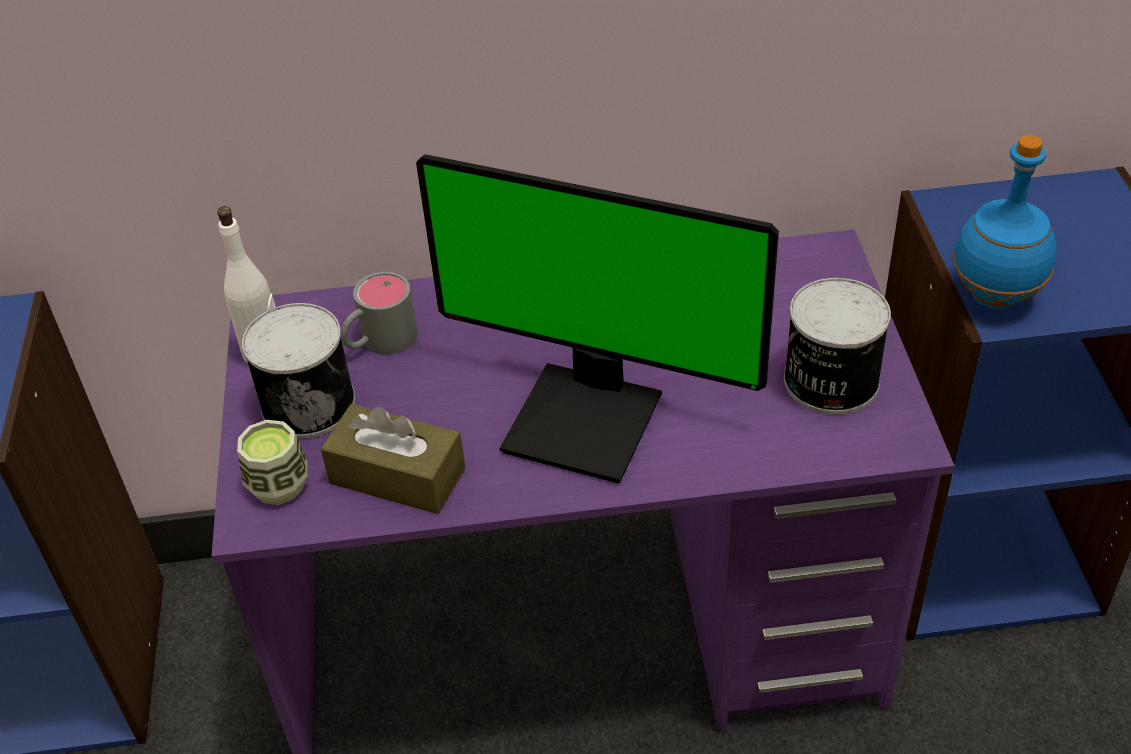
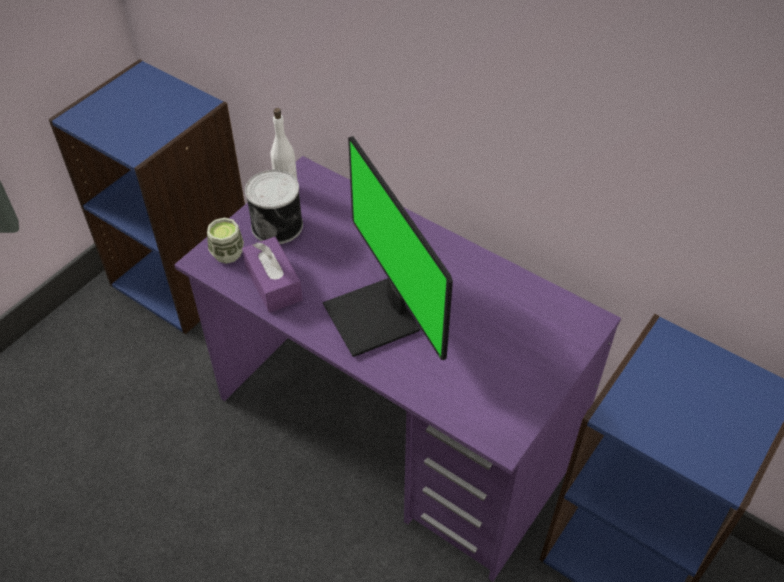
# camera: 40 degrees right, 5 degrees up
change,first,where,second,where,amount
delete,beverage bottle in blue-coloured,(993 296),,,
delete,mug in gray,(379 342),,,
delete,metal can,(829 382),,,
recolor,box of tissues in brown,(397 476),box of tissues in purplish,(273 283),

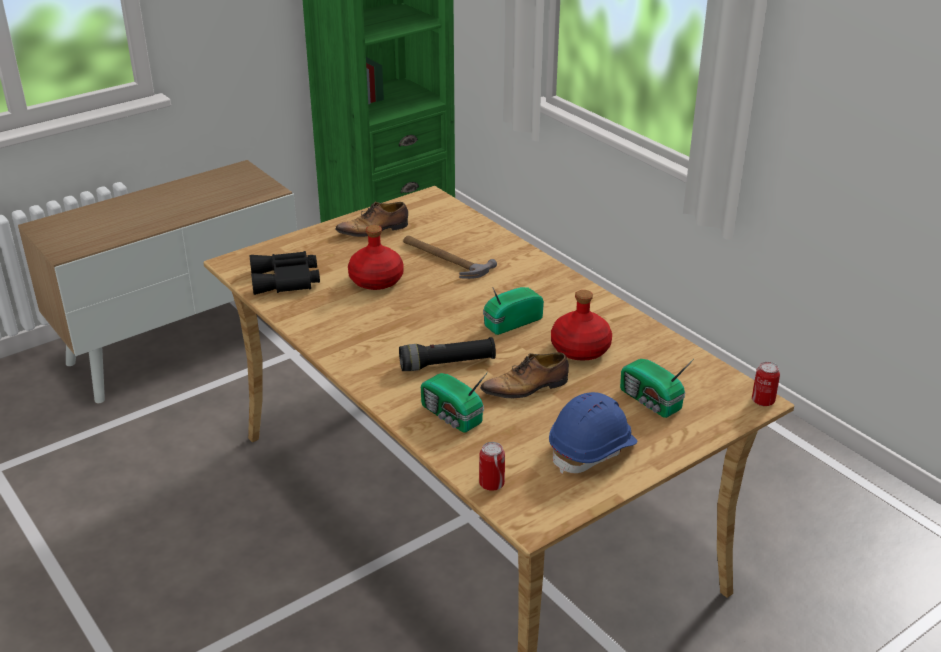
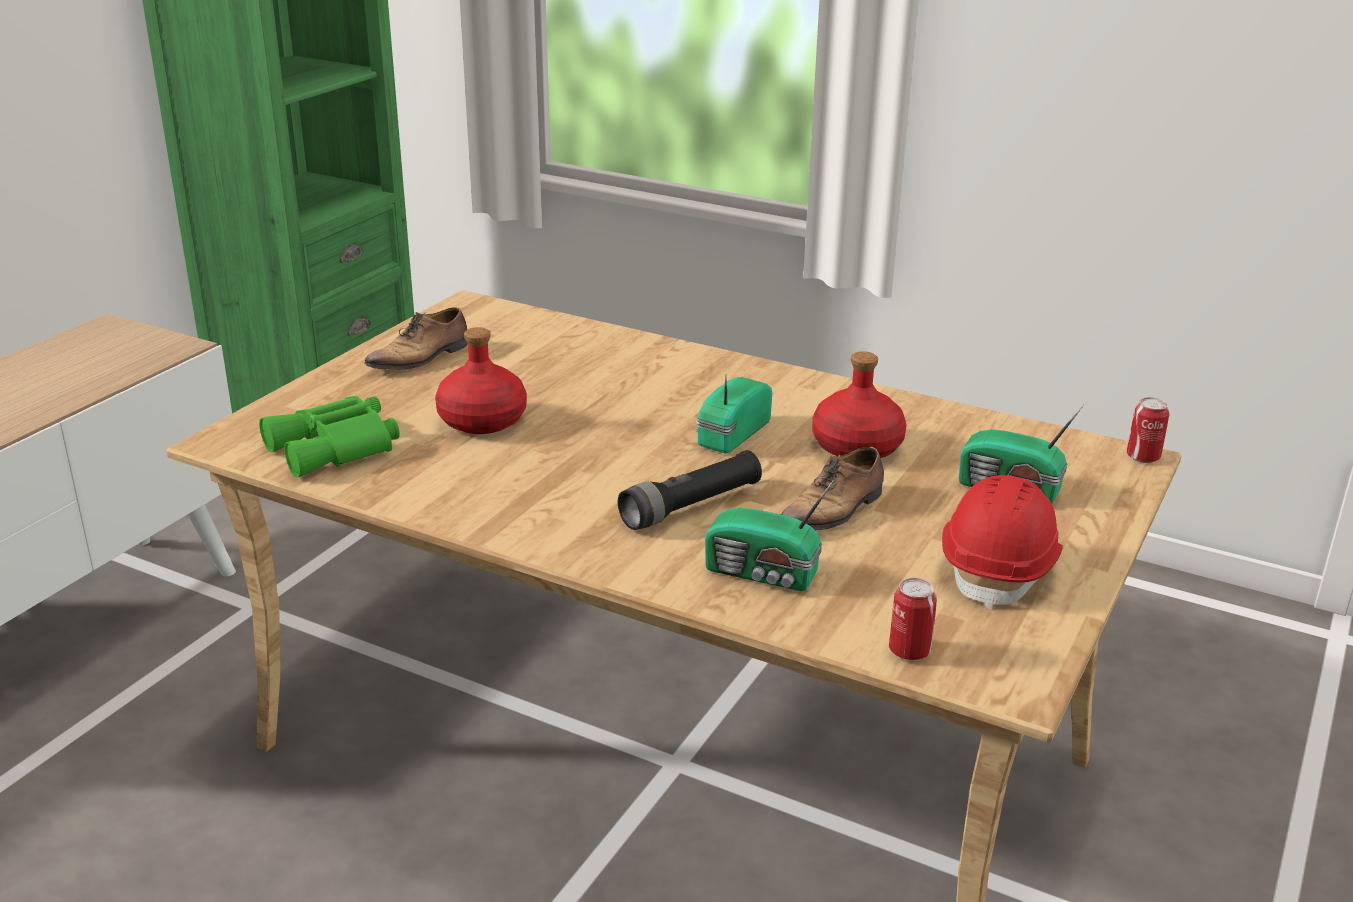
# camera: 25 degrees left, 5 degrees down
change,first,where,second,where,amount
delete,hand hammer,(444 259),,,
recolor,pair of binoculars in blackish,(286 280),pair of binoculars in greenish,(336 448),
recolor,work helmet in blue-coloured,(592 450),work helmet in red,(1000 568),

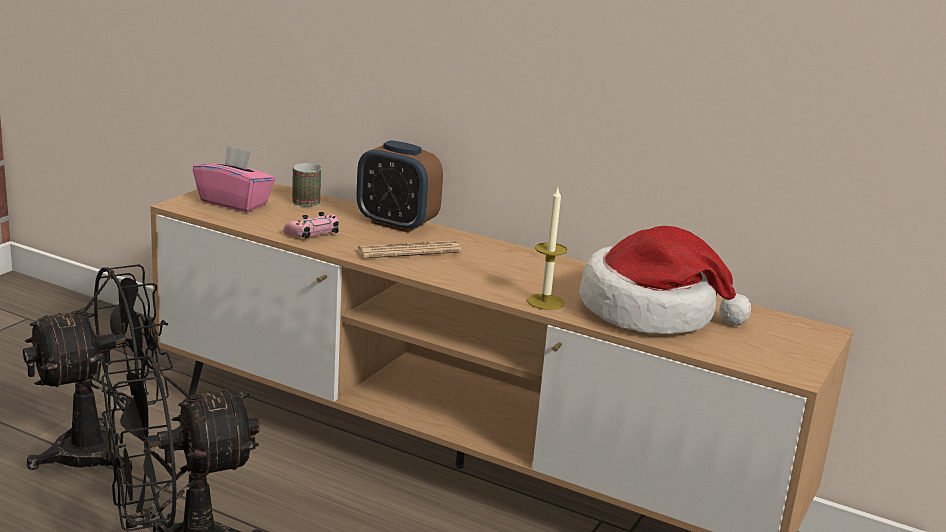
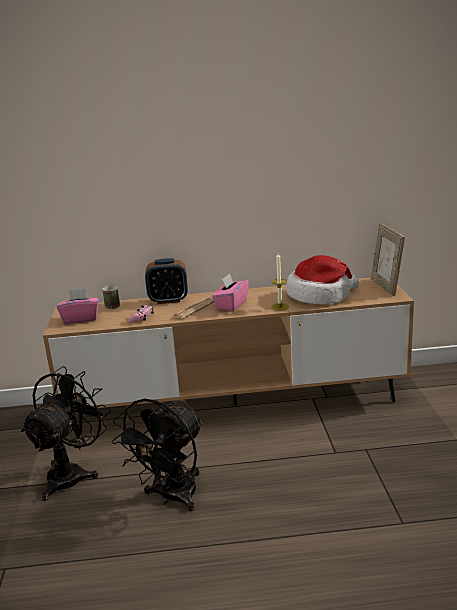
# camera: 30 degrees left, 0 degrees up
change,first,where,second,where,amount
insert,,,standing frame,(386 287),
insert,,,box of tissues in pink-coloured,(231 304),

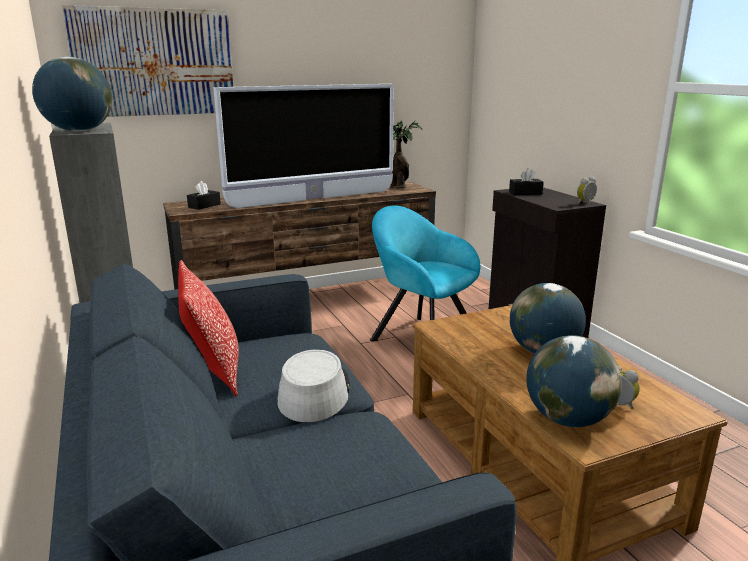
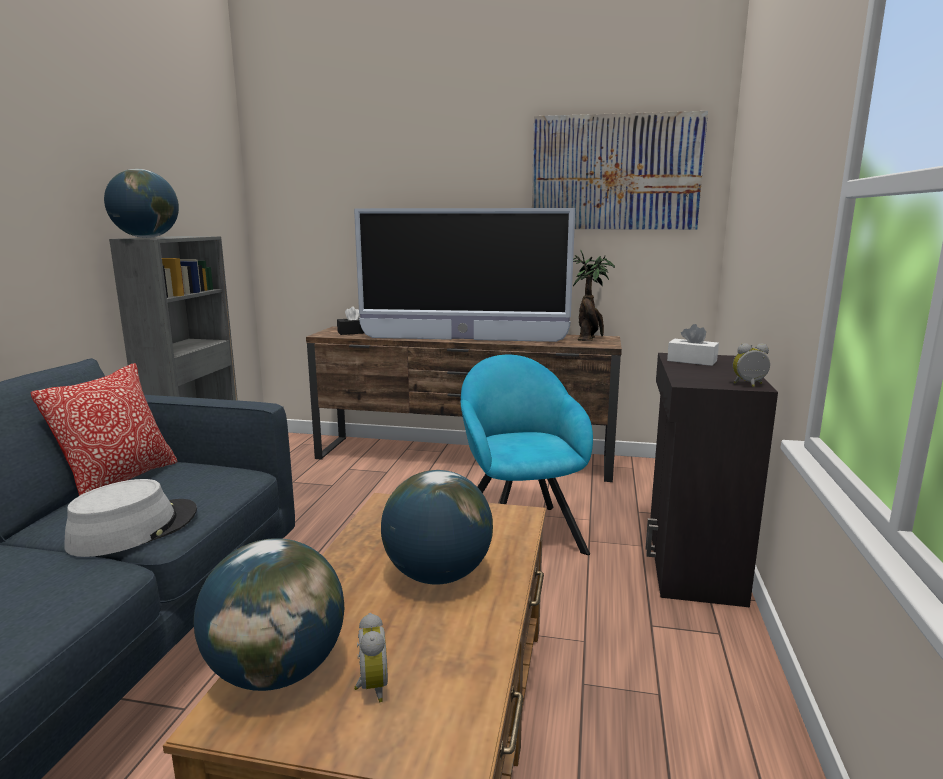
# camera: 35 degrees right, 5 degrees down
change,first,where,second,where,amount
move,wall art,(154 62),,(615 173),
recolor,box of tissues in blackish,(525 193),box of tissues in white,(692 361),

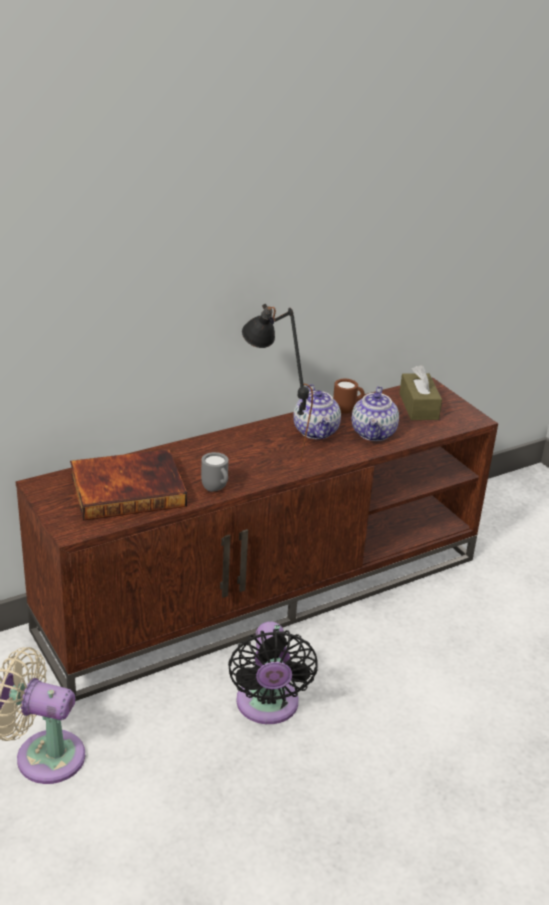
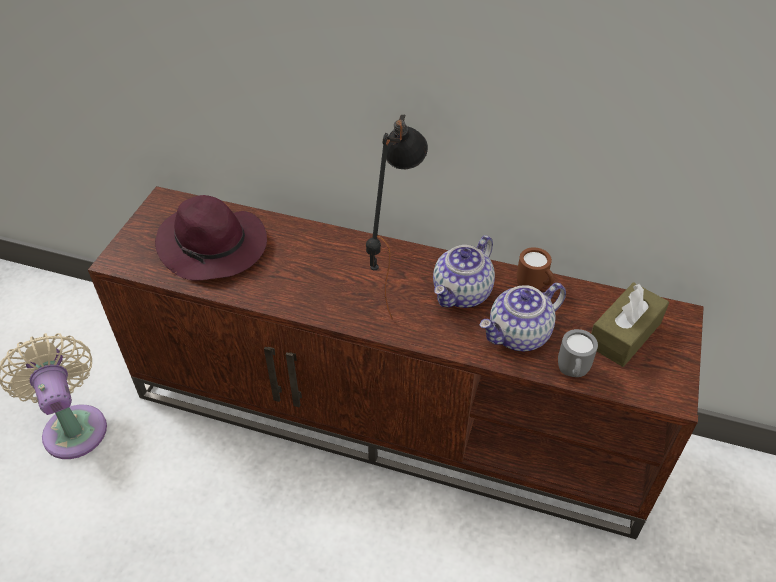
# camera: 50 degrees right, 15 degrees up
change,first,where,second,where,amount
replace,volume,(128 488),wearable hat in purplish,(214 247),
move,mug in gray,(216 489),,(572 373),
delete,cooling fan in blackish,(267 707),,,

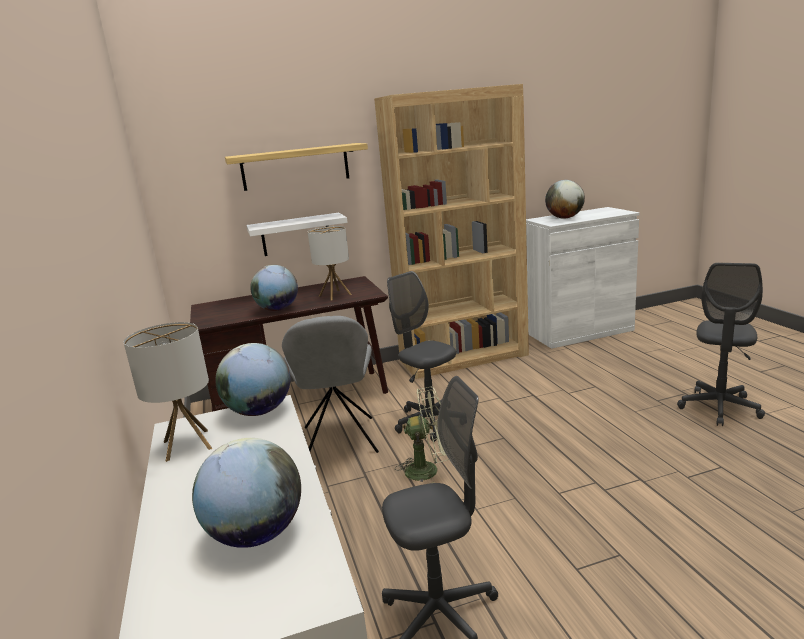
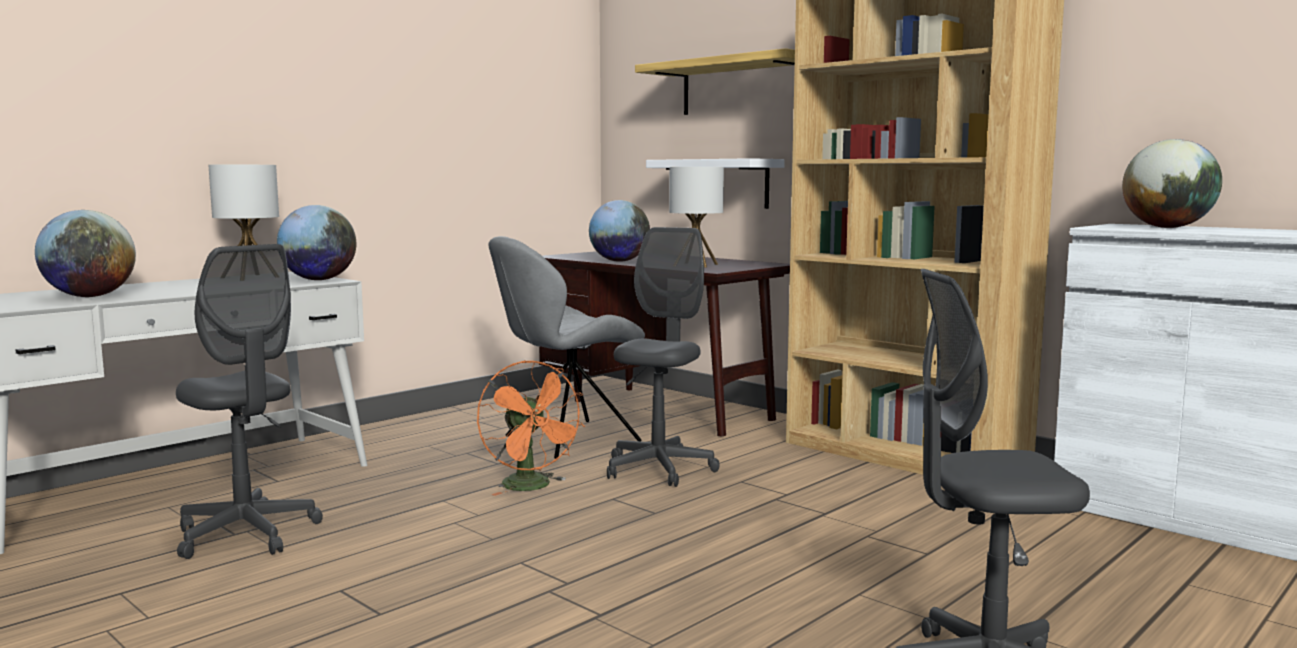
# camera: 60 degrees right, 10 degrees down
change,first,where,second,where,amount
recolor,cooling fan in greenish,(429 470),cooling fan in orange-coloured,(532 487),

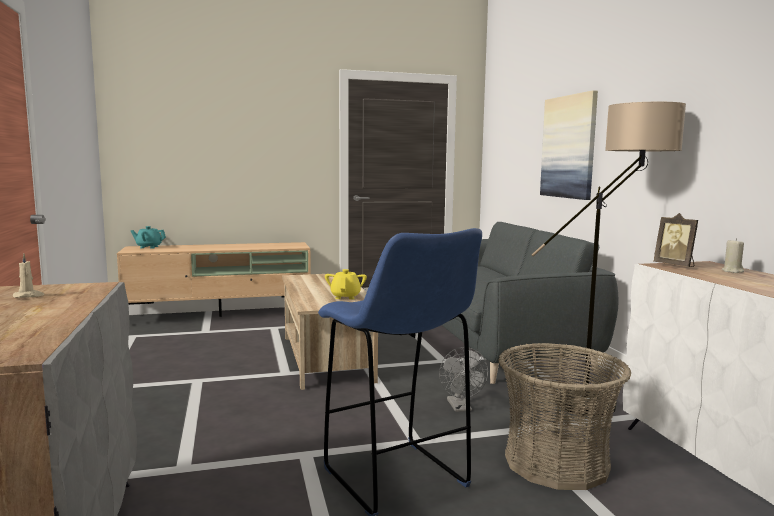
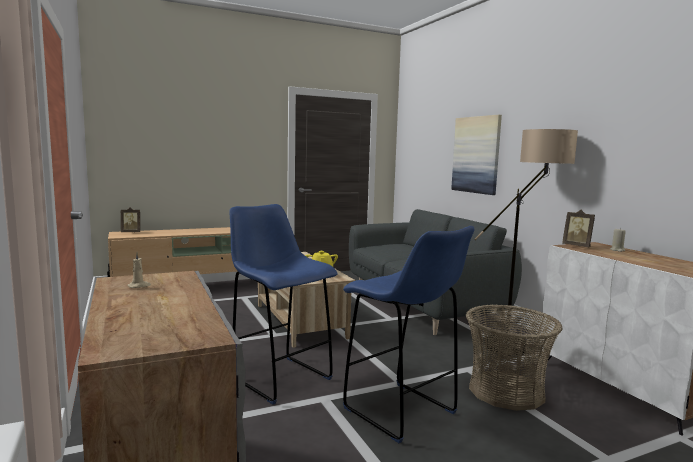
# camera: 10 degrees left, 0 degrees up
change,first,where,second,where,amount
replace,tea pot in turquoise,(149 247),standing frame,(131 232),
delete,cooling fan in gray,(461 408),,,
insert,,,stool in blue-coloured,(279 377),

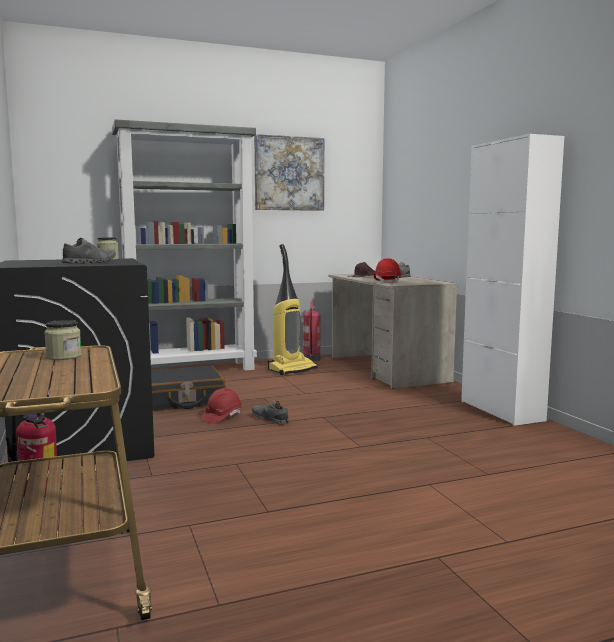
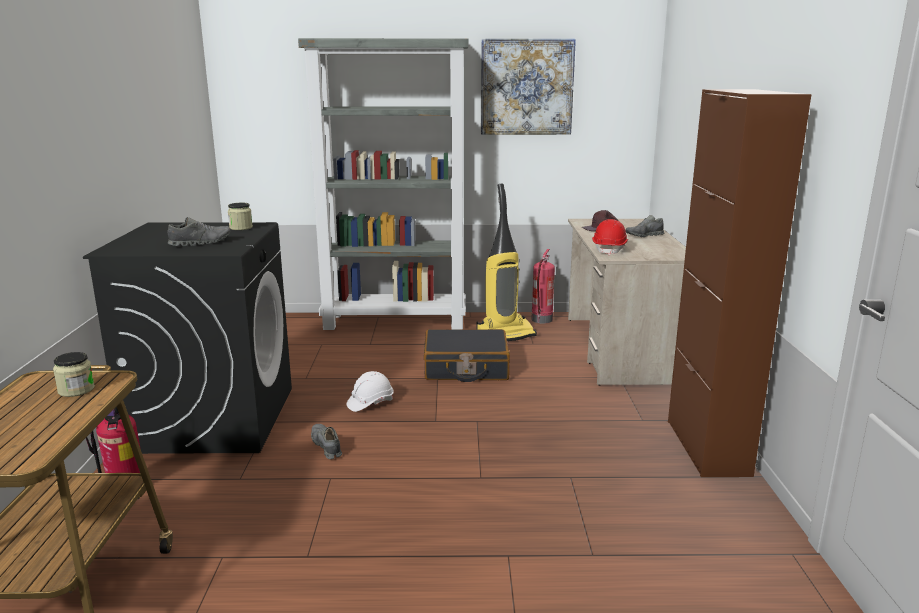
# camera: 20 degrees right, 10 degrees up
change,first,where,second,where,amount
recolor,storage cabinet in white,(501 411),storage cabinet in brown,(707 447),
move,travel case in blackish,(183 401),,(466 368),
recolor,work helmet in red,(222 417),work helmet in white,(370 403),
move,shoe in gray,(270 419),,(326 446),

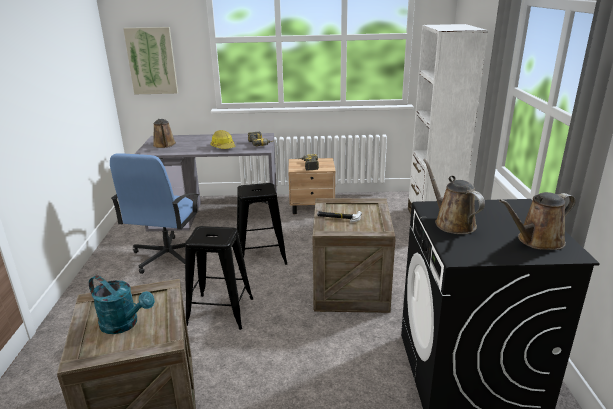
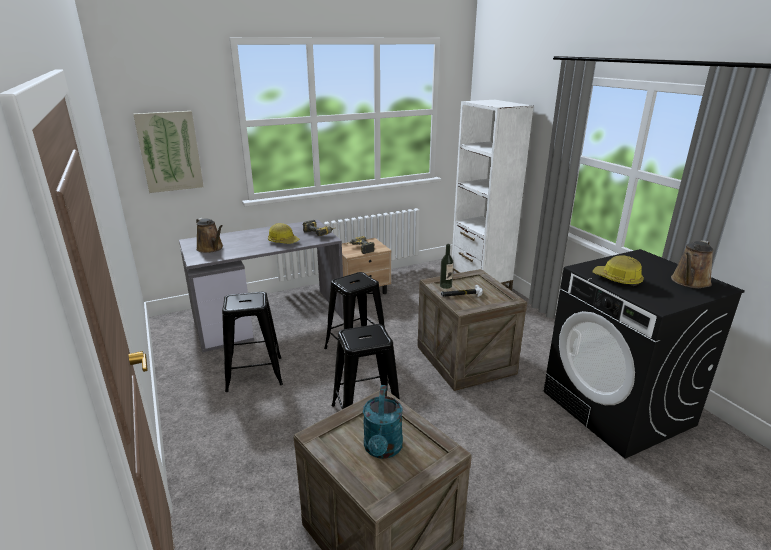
# camera: 25 degrees left, 0 degrees up
change,first,where,second,where,amount
replace,computer chair in blue-coloured,(167 256),stool in blackish,(255 374),
replace,sprinkling can in brown,(452 223),work helmet,(617 279),
rotate,sprinkling can in turquoise,(124 324),,(382 449),90 degrees clockwise
insert,,,beverage bottle,(445 286),

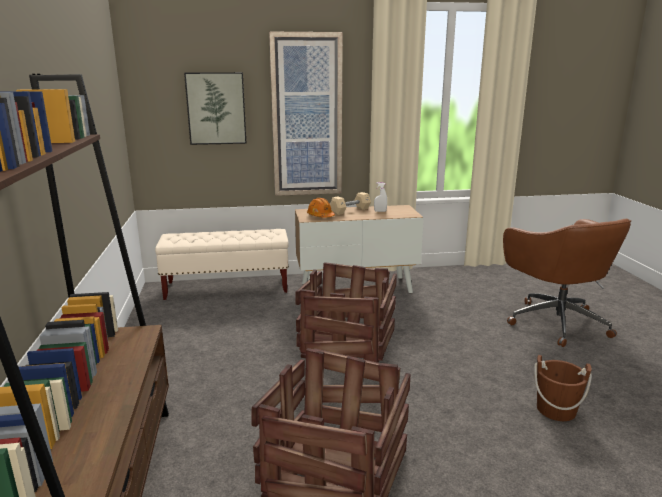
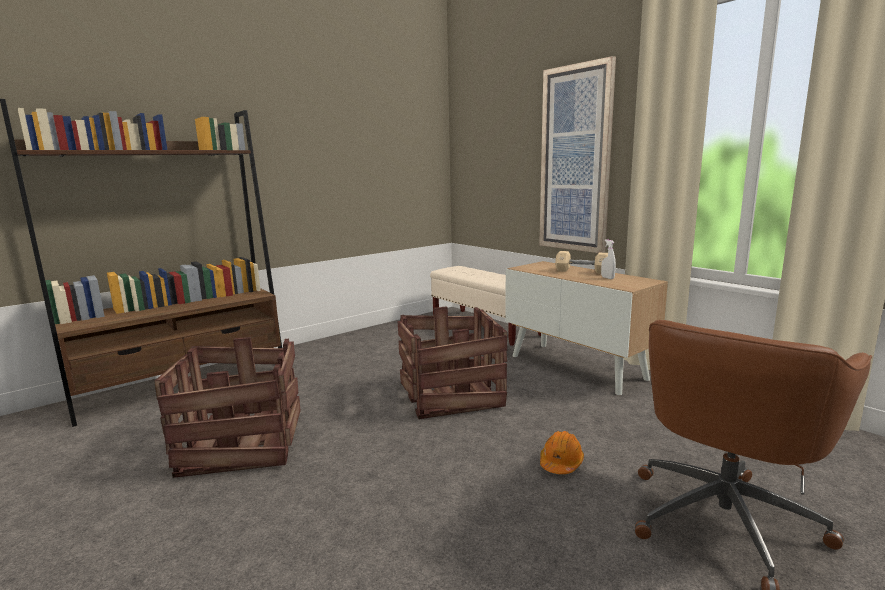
# camera: 60 degrees right, 5 degrees down
change,first,where,second,where,amount
delete,wall art,(216 108),,,
move,work helmet in orange-coloured,(320 216),,(561 463),
delete,bucket in brown,(556 410),,,

